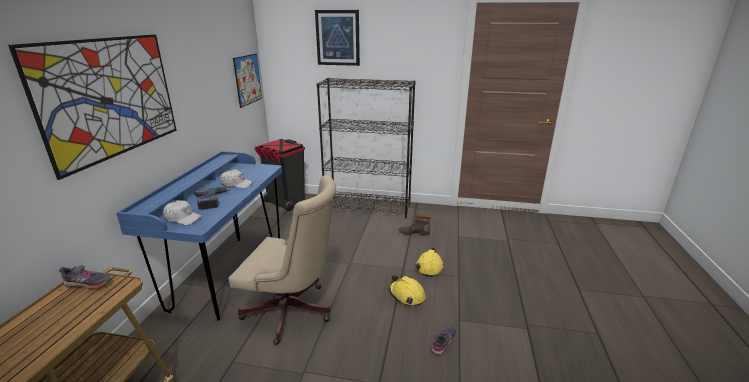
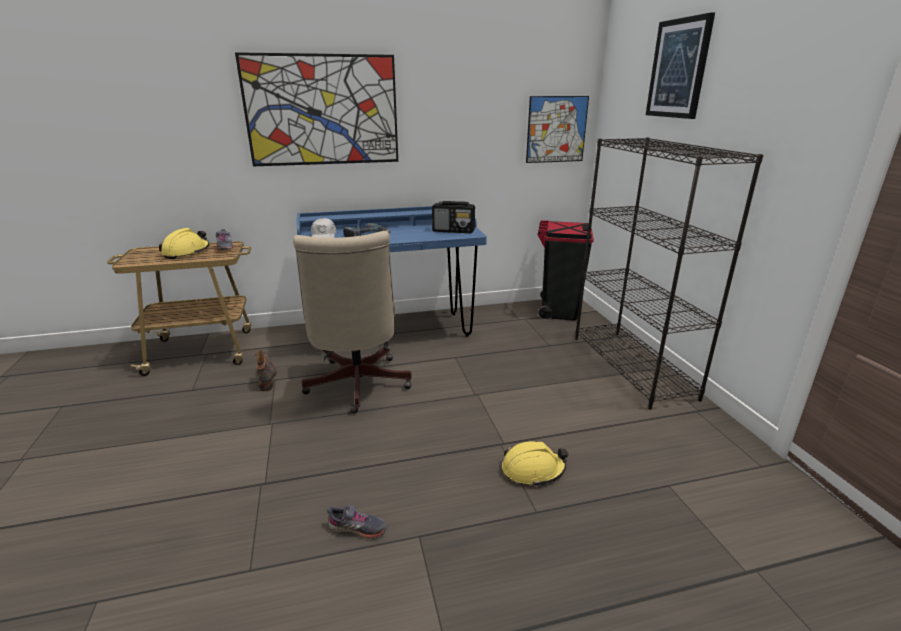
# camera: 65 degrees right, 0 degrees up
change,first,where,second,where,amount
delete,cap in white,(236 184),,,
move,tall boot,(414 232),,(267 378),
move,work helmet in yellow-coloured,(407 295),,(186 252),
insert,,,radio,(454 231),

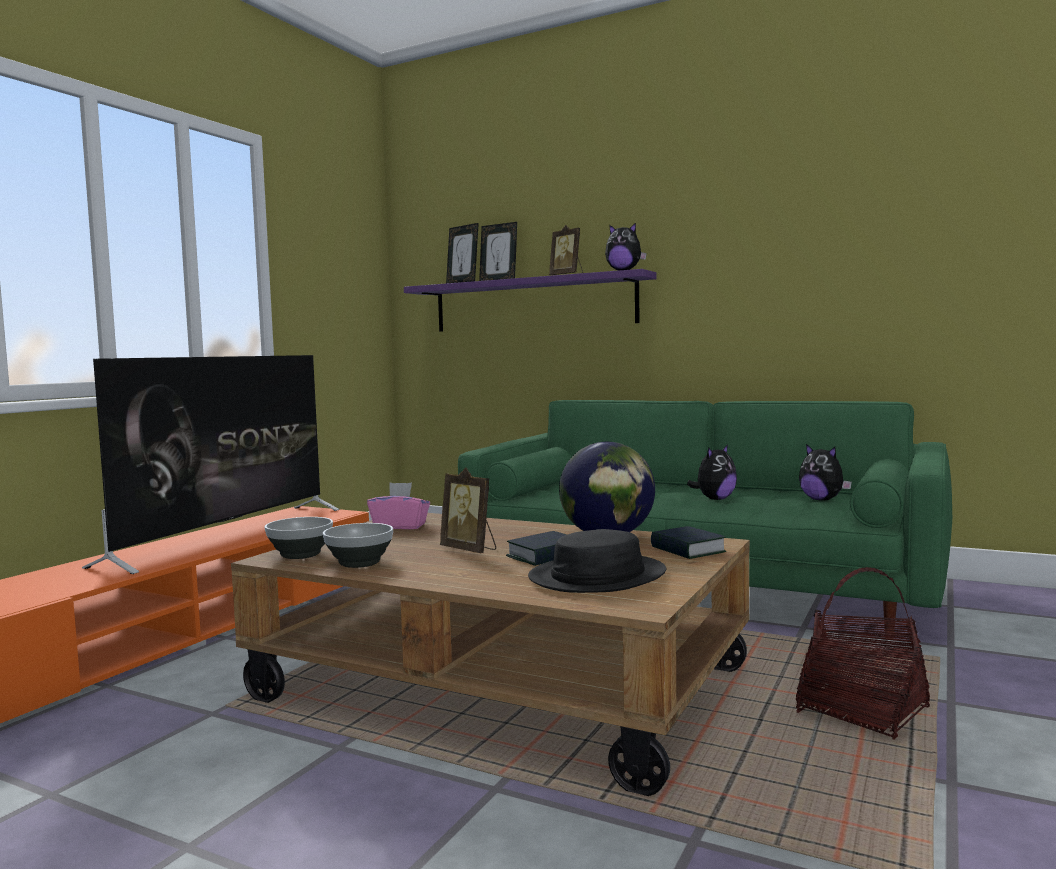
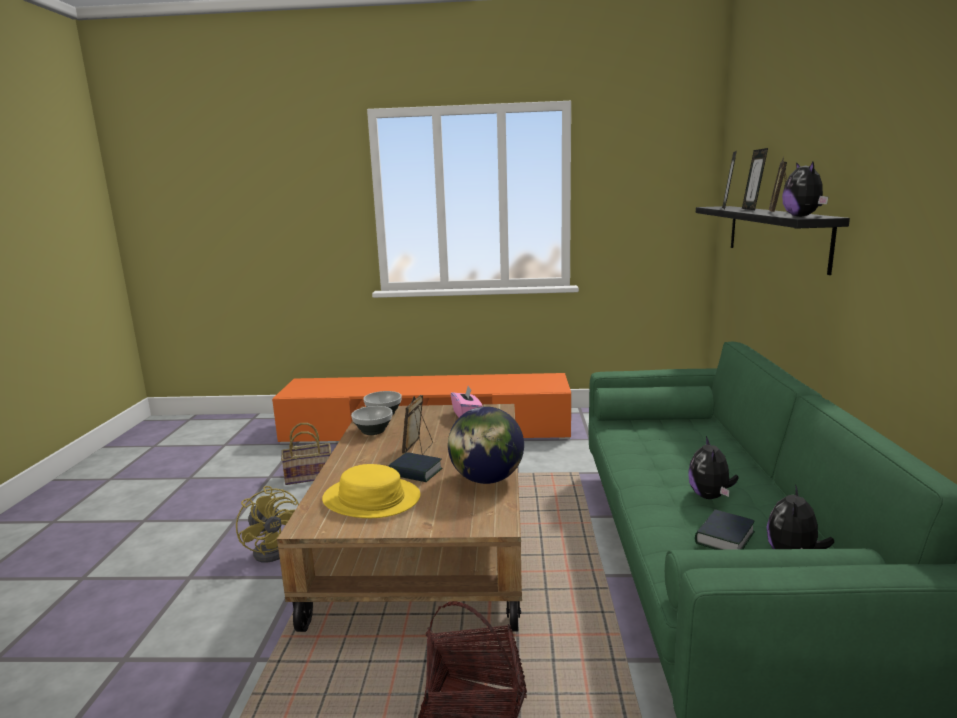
# camera: 65 degrees right, 10 degrees up
change,first,where,second,where,amount
recolor,wall shelf in purplish,(532 304),wall shelf in blackish,(775 235),
delete,television,(229 534),,,
rotate,cuddly toy,(714 499),,(710 496),75 degrees clockwise
move,volume,(687 550),,(724 538),
recolor,wearable hat in blackish,(598 576),wearable hat in yellow-coloured,(371 499),
insert,,,storage basket,(310 475),
insert,,,cooling fan in yellow-coloured,(275 548),

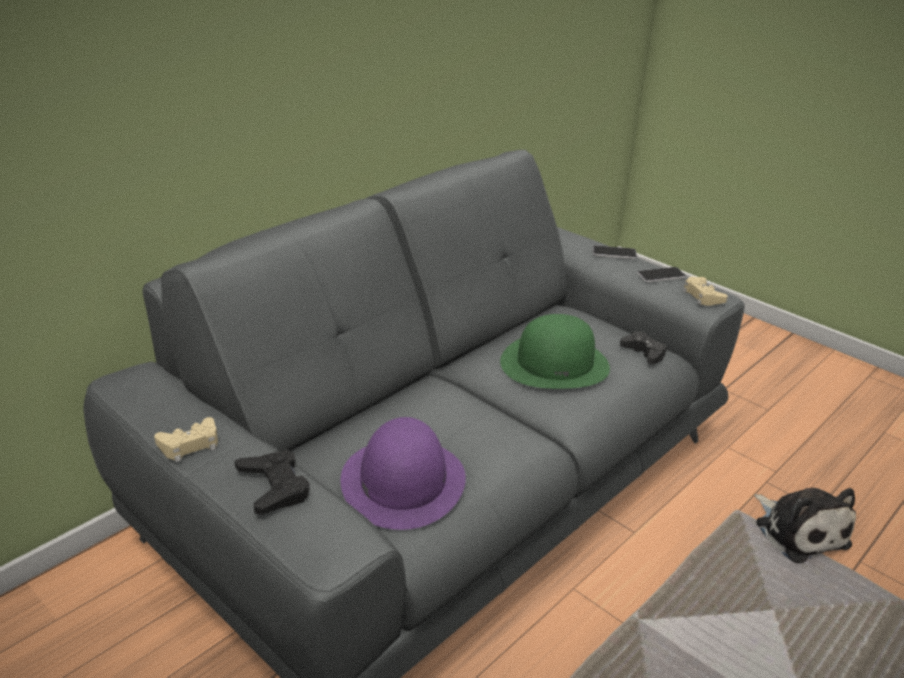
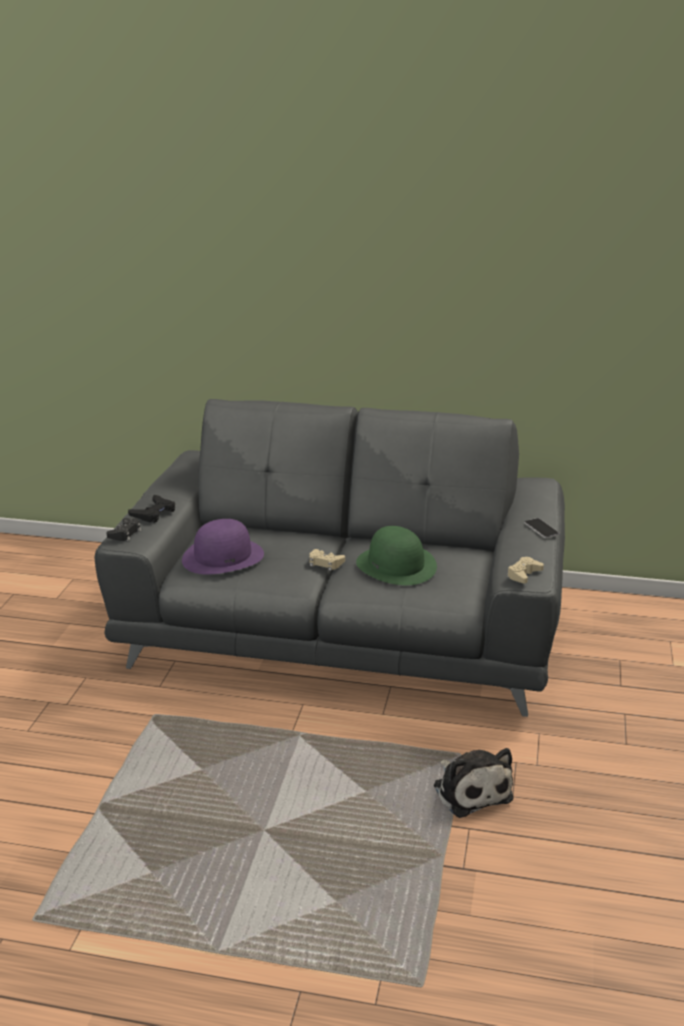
# camera: 60 degrees right, 5 degrees down
change,first,where,second,where,amount
delete,telephone,(661 276),,,
move,game controller in blackish,(643 353),,(125 533),
move,game controller in beige,(190 445),,(325 563),
rotate,cuddly toy,(798 531),,(471 790),60 degrees counterclockwise

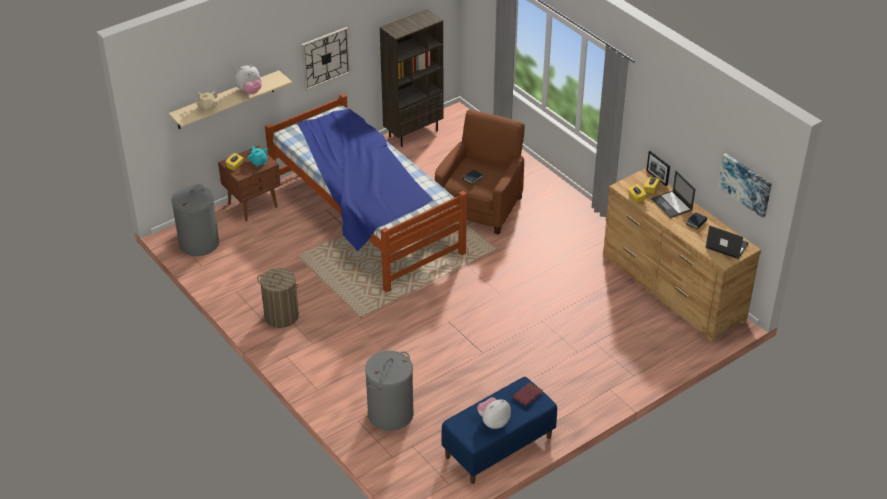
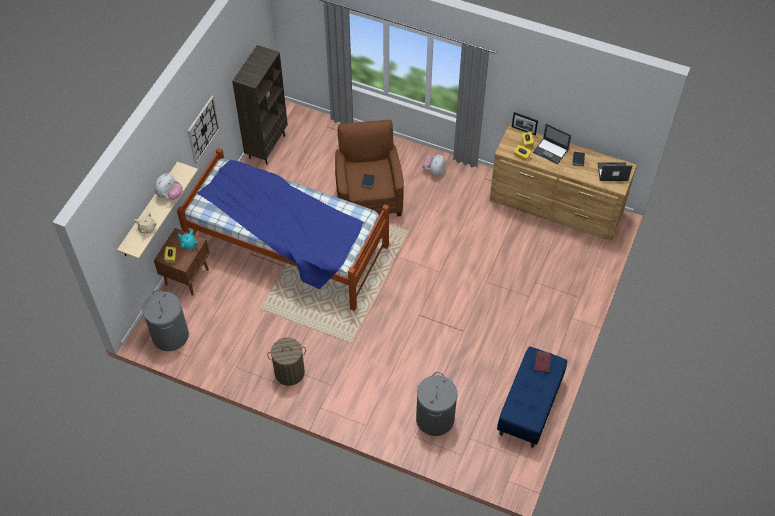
# camera: 30 degrees left, 15 degrees up
change,first,where,second,where,amount
delete,wall art,(745 184),,,
move,cuddly toy,(493 422),,(434 171),

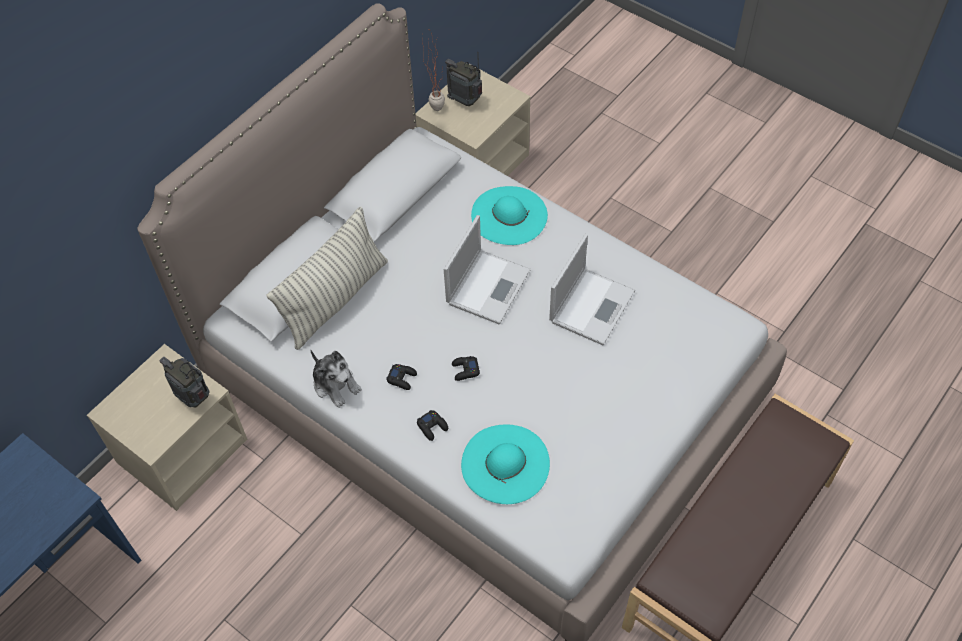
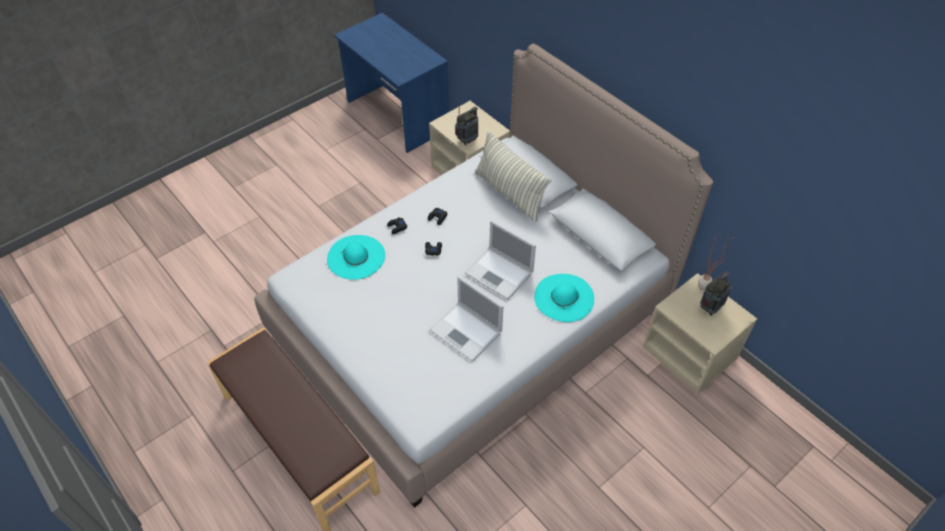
# camera: 100 degrees right, 5 degrees down
change,first,where,second,where,amount
delete,cuddly toy,(336 384),,,

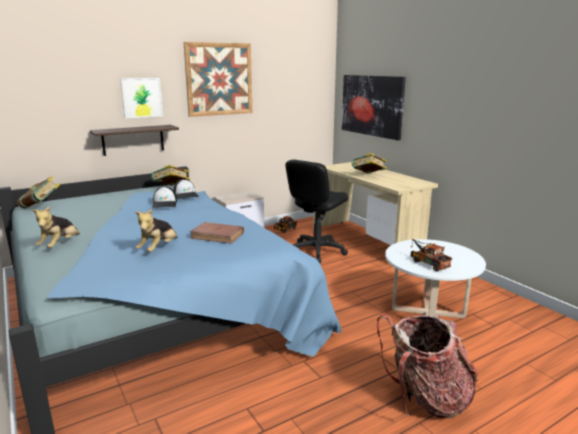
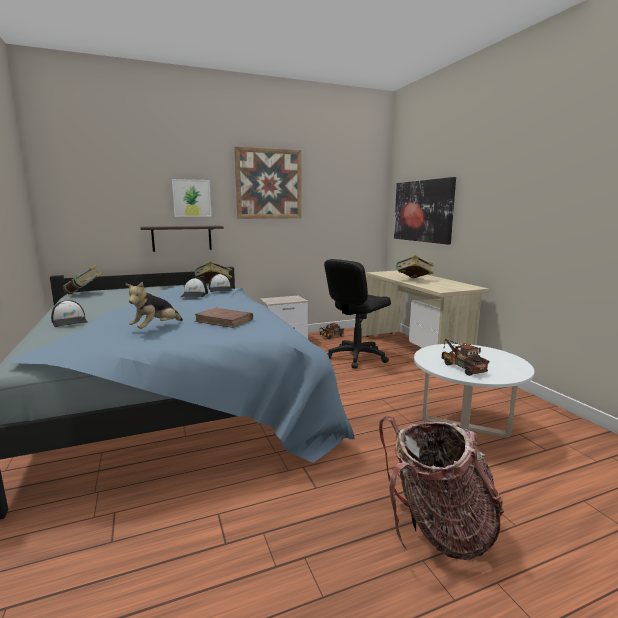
# camera: 10 degrees right, 5 degrees down
change,first,where,second,where,amount
replace,cuddly toy,(60 245),cap,(70 321),

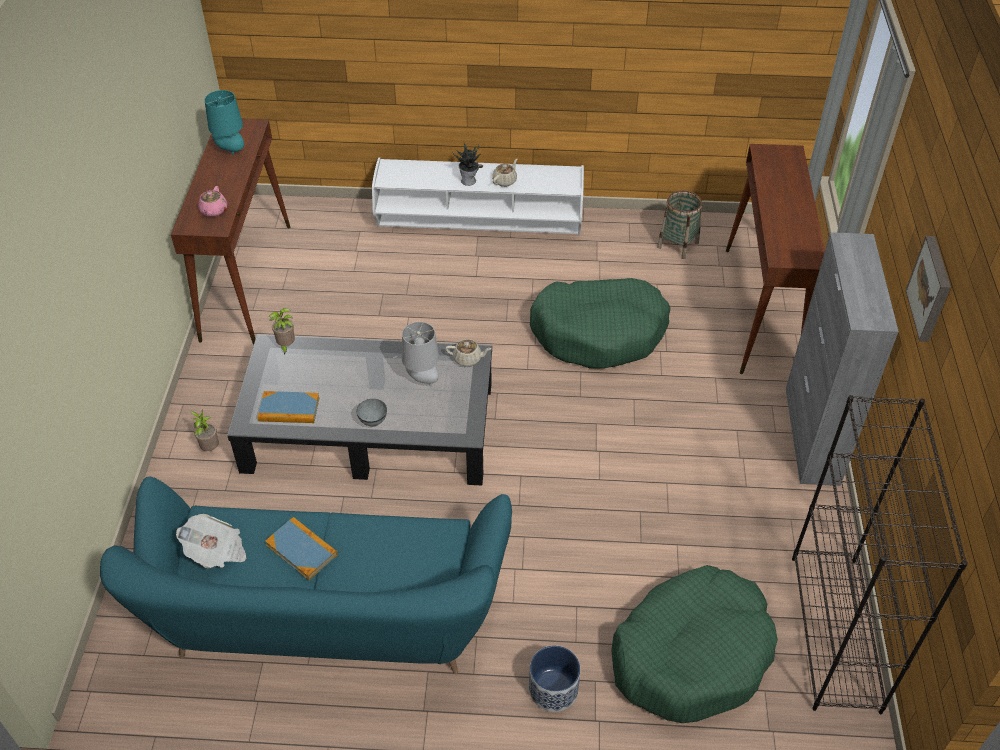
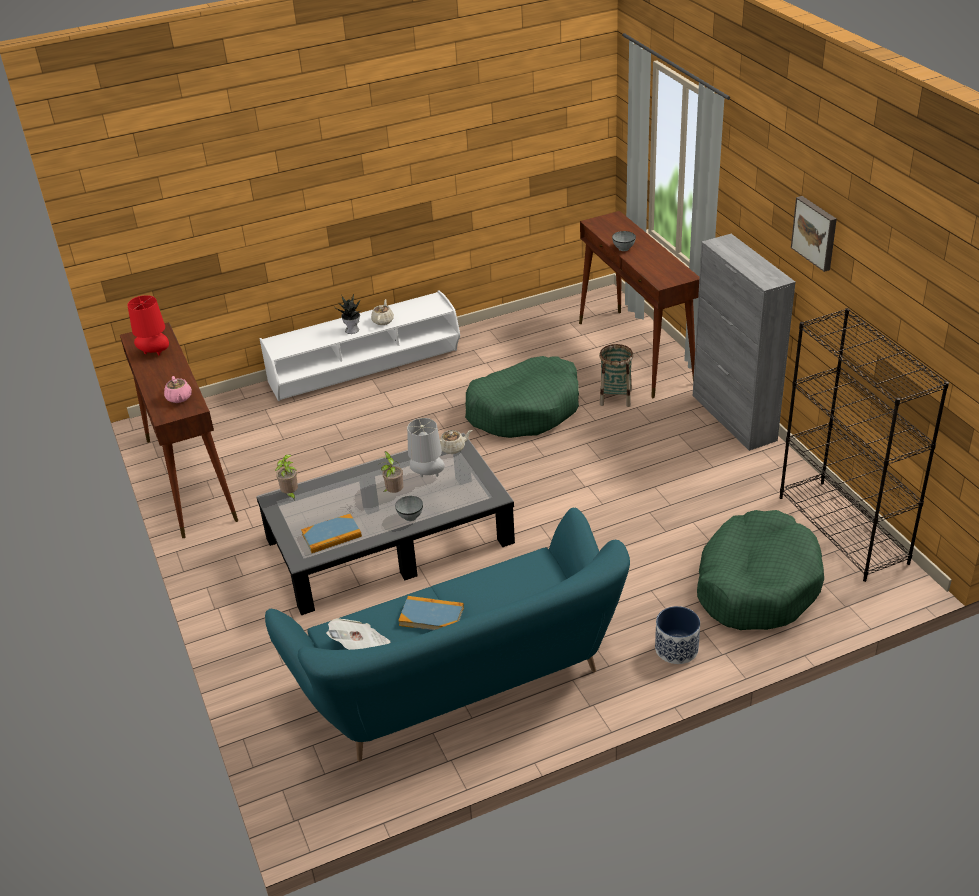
# camera: 25 degrees left, 10 degrees down
change,first,where,second,where,amount
recolor,lamp for a table in turquoise,(231 150),lamp for a table in red,(155 353),
move,storage basket,(677 245),,(615 397),
move,potted plant,(210 448),,(393 493),
insert,,,bowl in gray,(623 248),

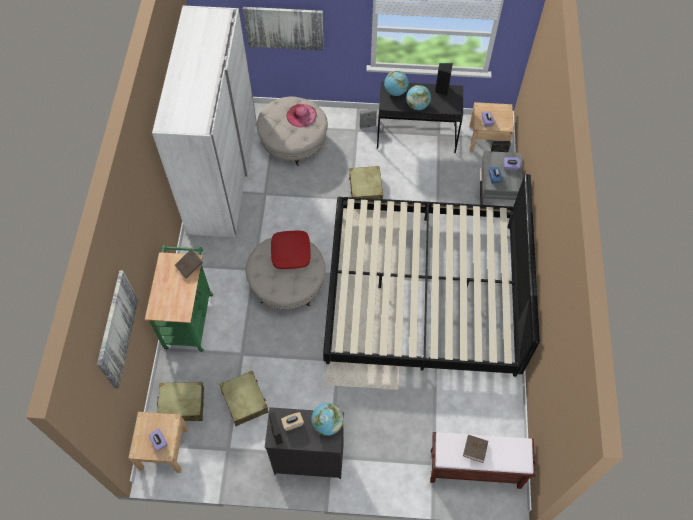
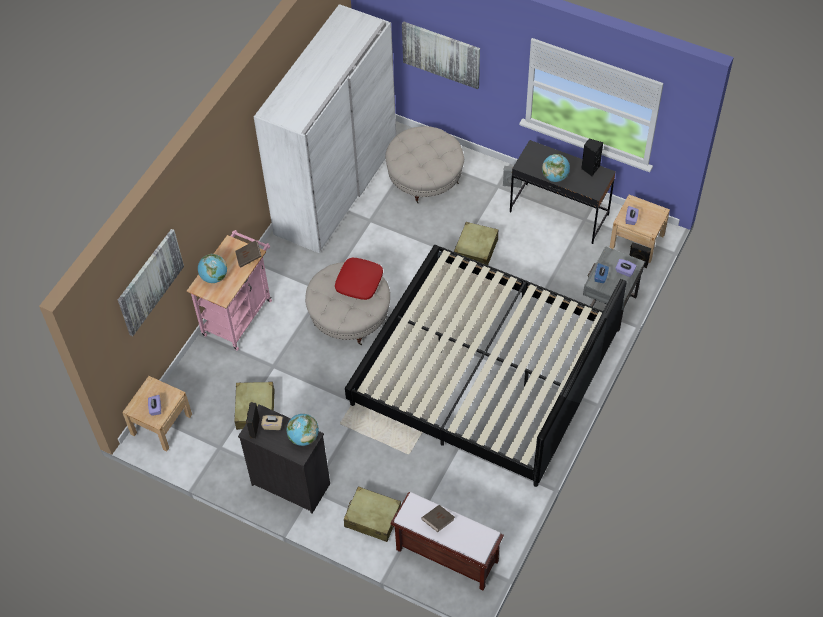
# camera: 25 degrees right, 5 degrees down
change,first,where,second,where,amount
move,world globe,(395 92),,(214 277),
delete,wearable hat in pink-coloured,(301 115),,,
recolor,cart in greenish,(189 317),cart in pink-coloured,(239 314),
move,travel case in beige,(182 404),,(372 518),

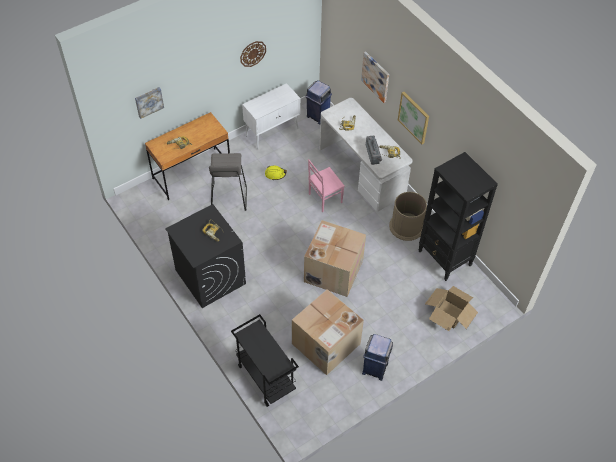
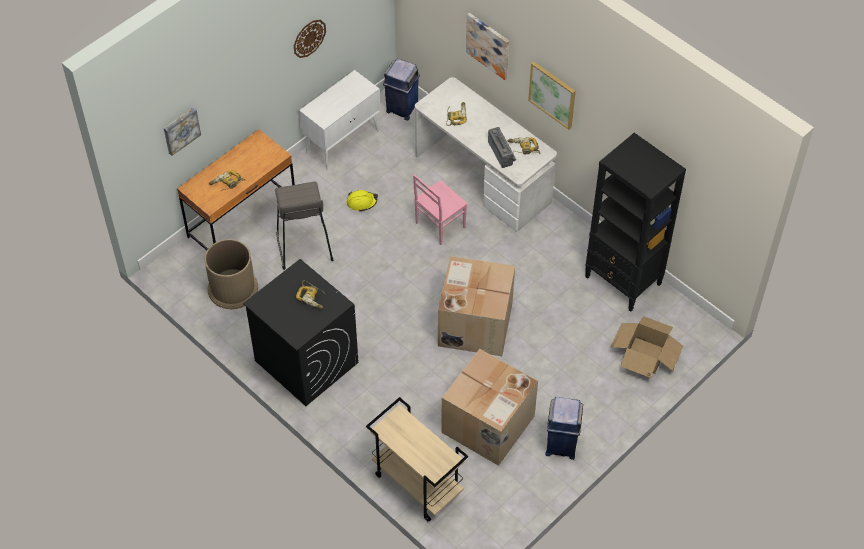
# camera: 10 degrees left, 0 degrees up
change,first,where,second,where,amount
move,rubbish bin in brown,(406 226),,(233 288),
recolor,cart in blackish,(265 377),cart in beige,(416 484),

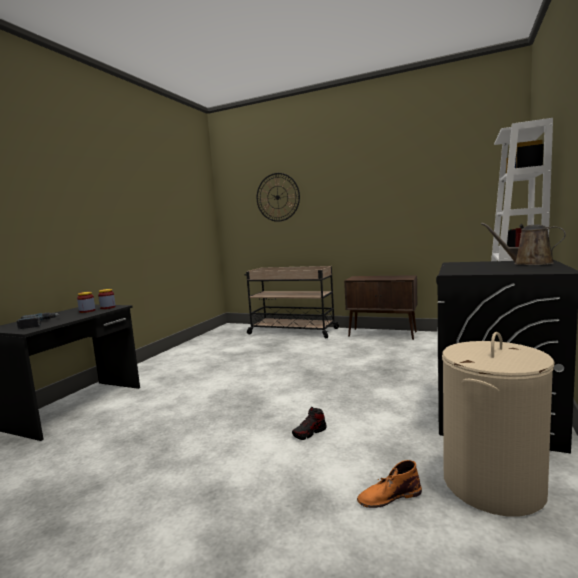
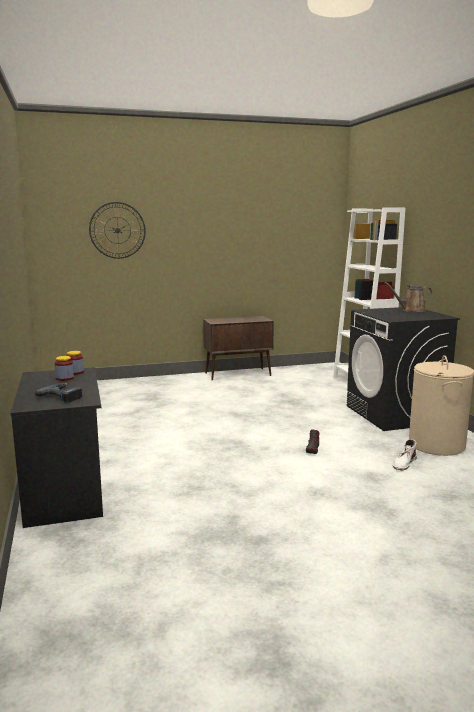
# camera: 40 degrees left, 5 degrees up
change,first,where,second,where,amount
delete,cart in beige,(291 331),,,
recolor,tall boot in orange-coloured,(388 496),tall boot in white,(404 463),

